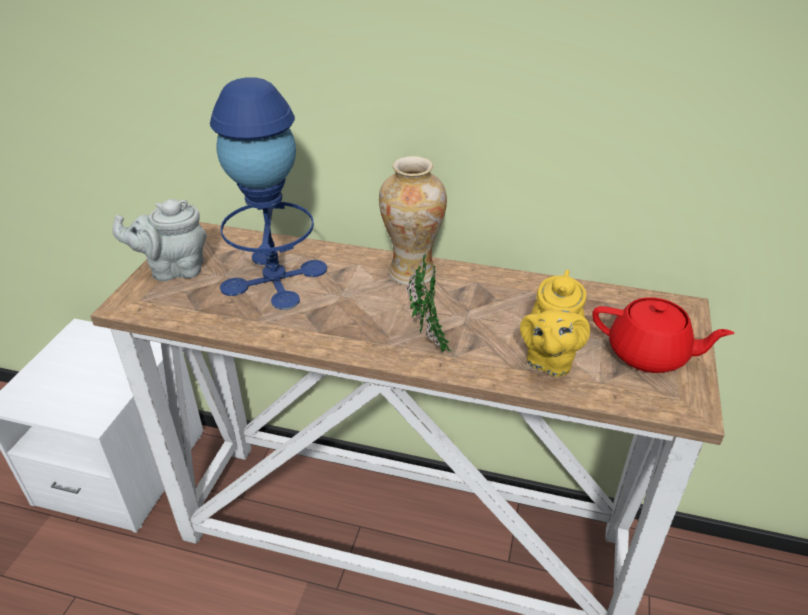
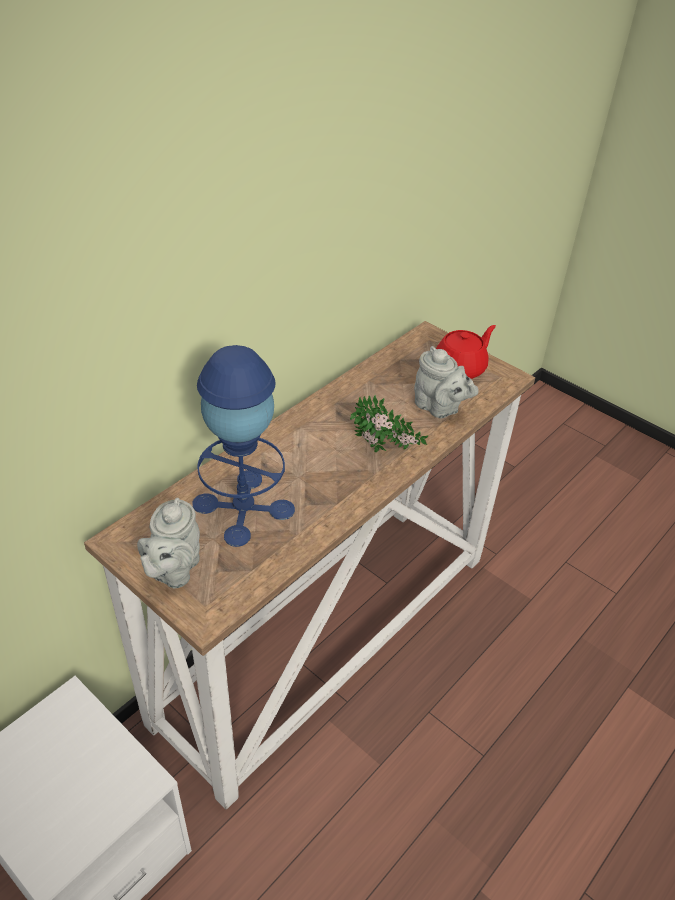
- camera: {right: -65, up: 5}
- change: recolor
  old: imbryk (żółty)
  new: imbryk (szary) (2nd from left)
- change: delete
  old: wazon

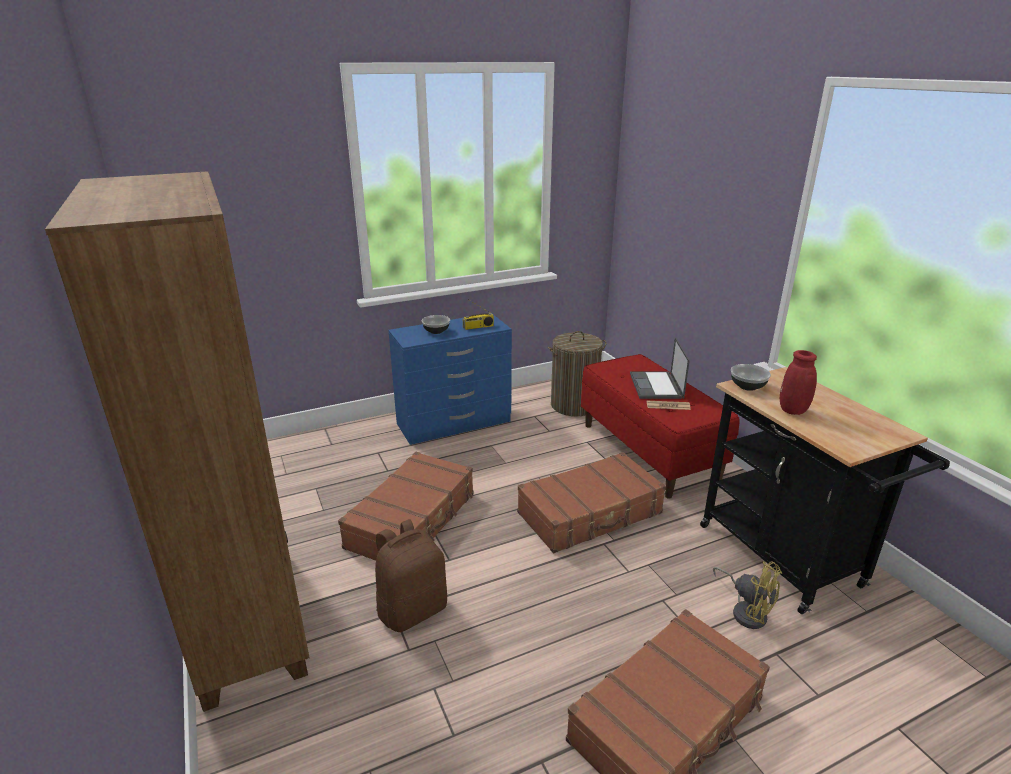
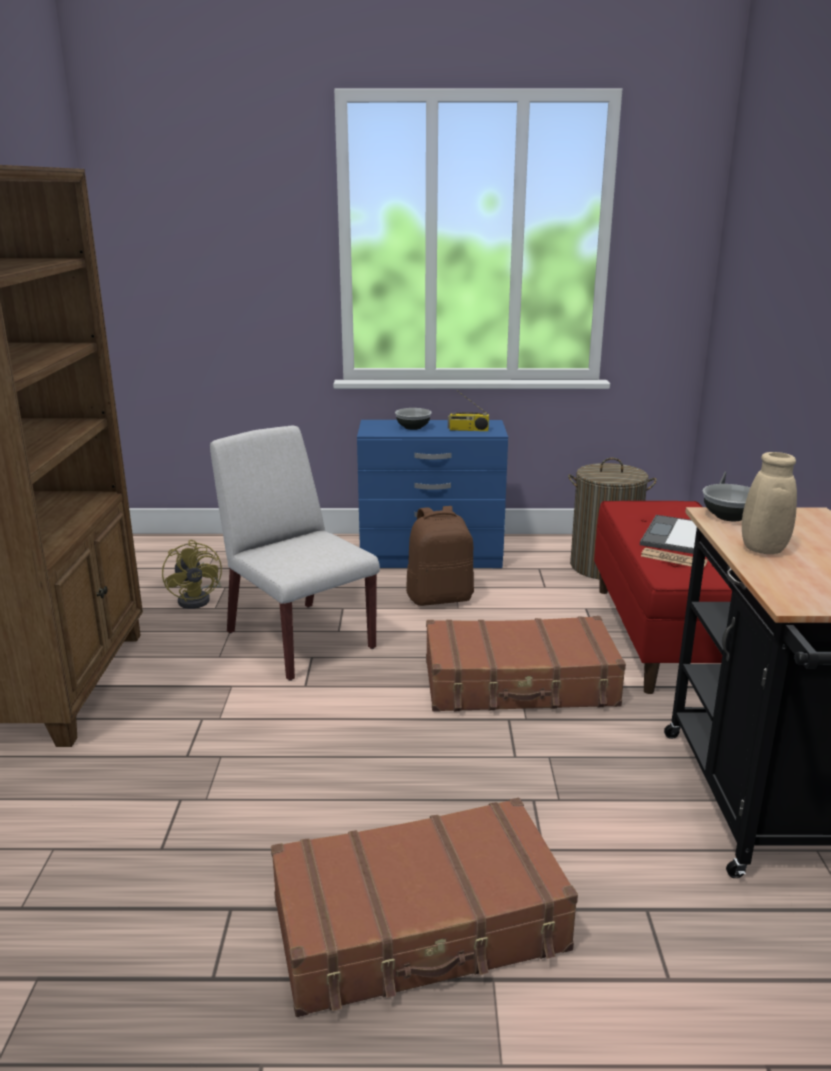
- camera: {right: 25, up: -5}
- change: move
  old: wentylator (żółty)
- change: replace
  old: walizka (brązowy) (1st from left)
  new: krzesło (biały)
- change: move
  old: plecak (brązowy)
- change: recolor
  old: wazon (czerwony)
  new: wazon (beżowy)

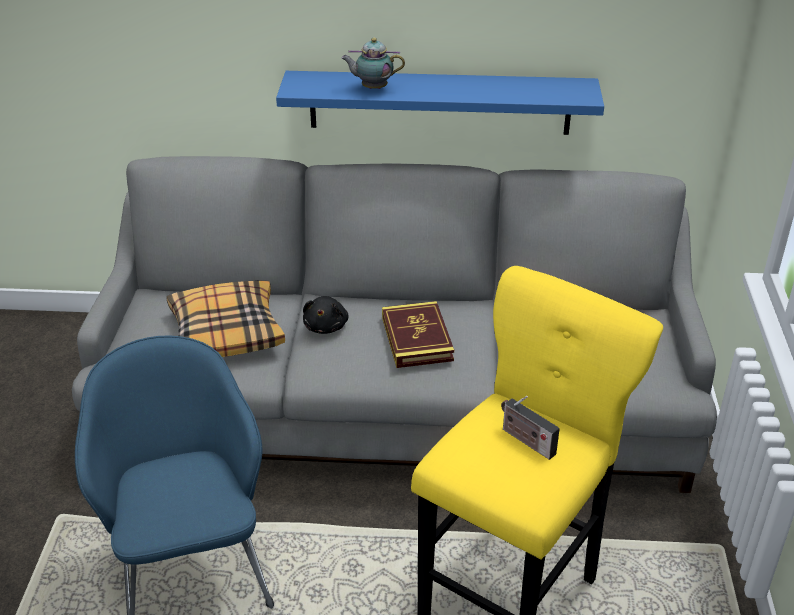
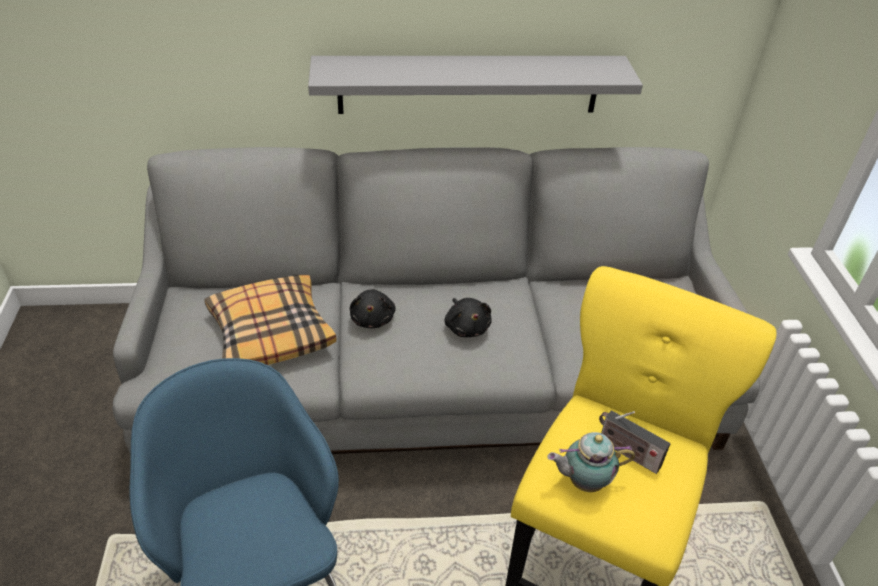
- camera: {right: -10, up: 5}
- change: recolor
  old: półka (niebieski)
  new: półka (szary)
- change: replace
  old: książka
  new: pluszak (czarny) (2nd from left)
- change: move
  old: imbryk

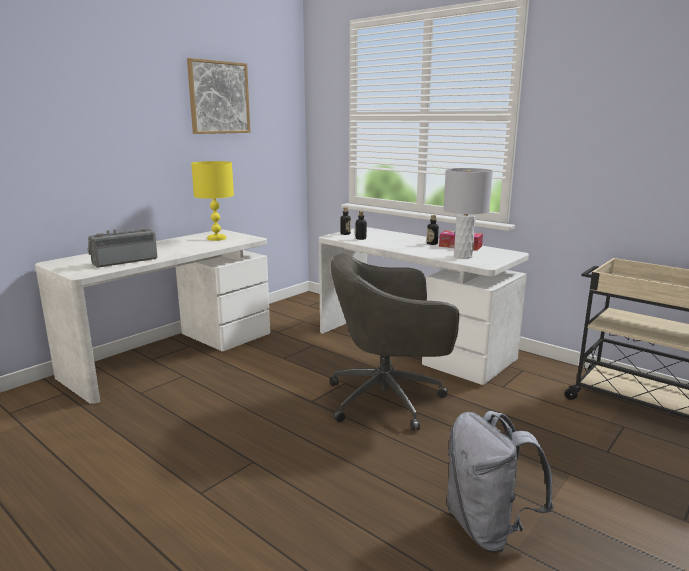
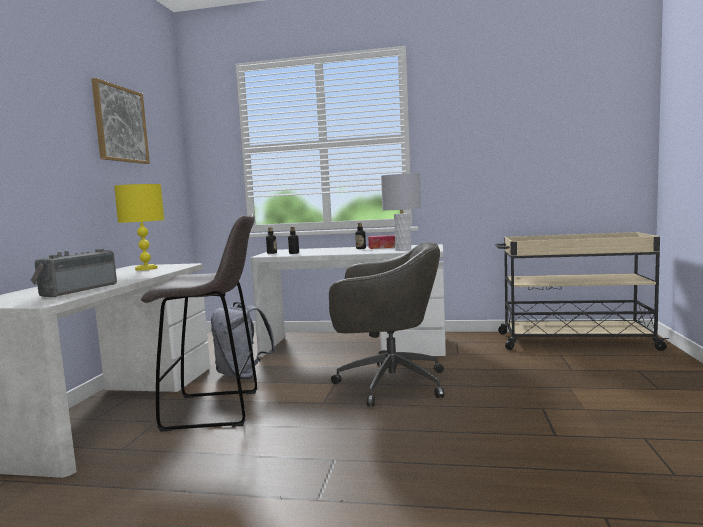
- camera: {right: -30, up: -10}
- change: insert
  new: stołek (szary)
- change: move
  old: plecak (szary)
- change: rotate
  old: krzesło biurowe (szary)
  degrees: -135

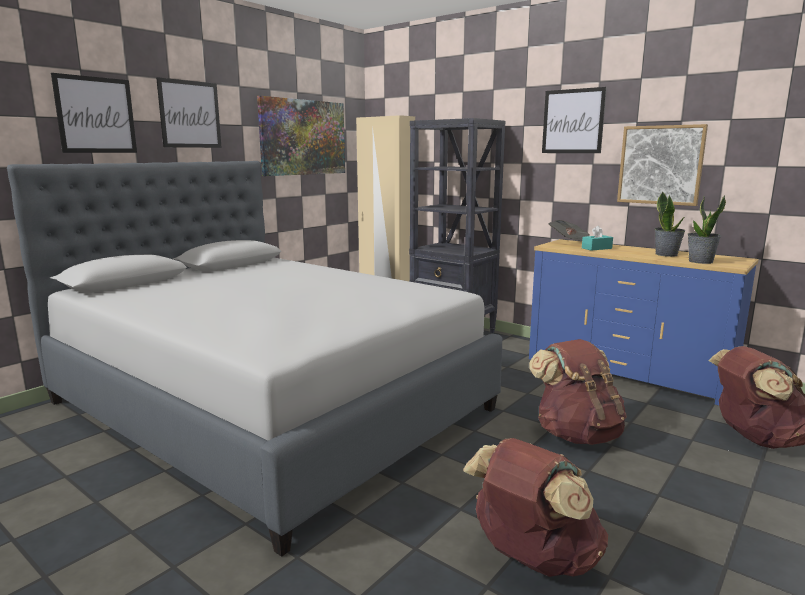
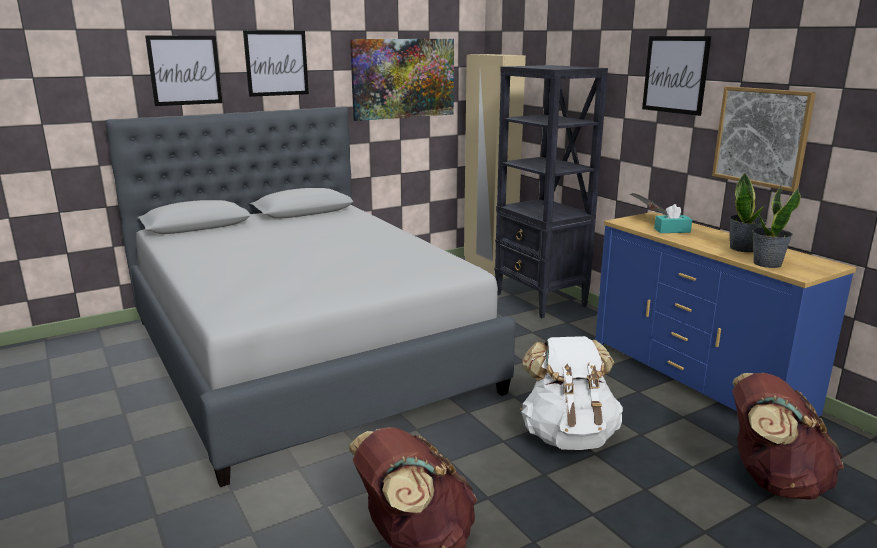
- camera: {right: 20, up: 5}
- change: recolor
  old: plecak (brązowy) (2nd from left)
  new: plecak (biały)

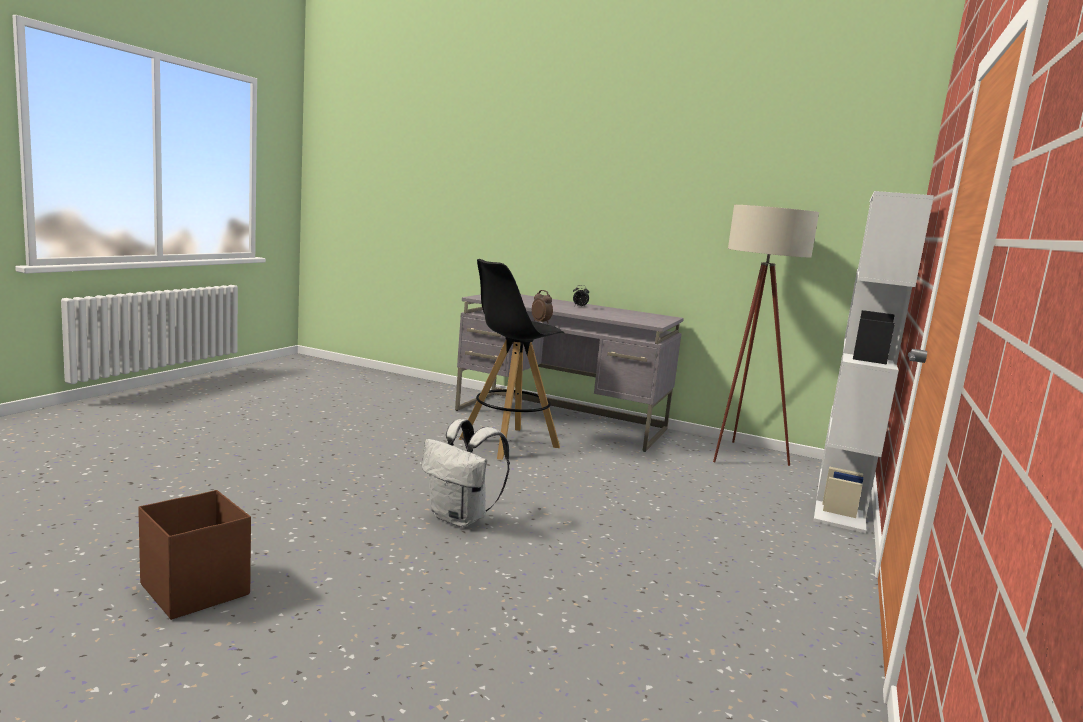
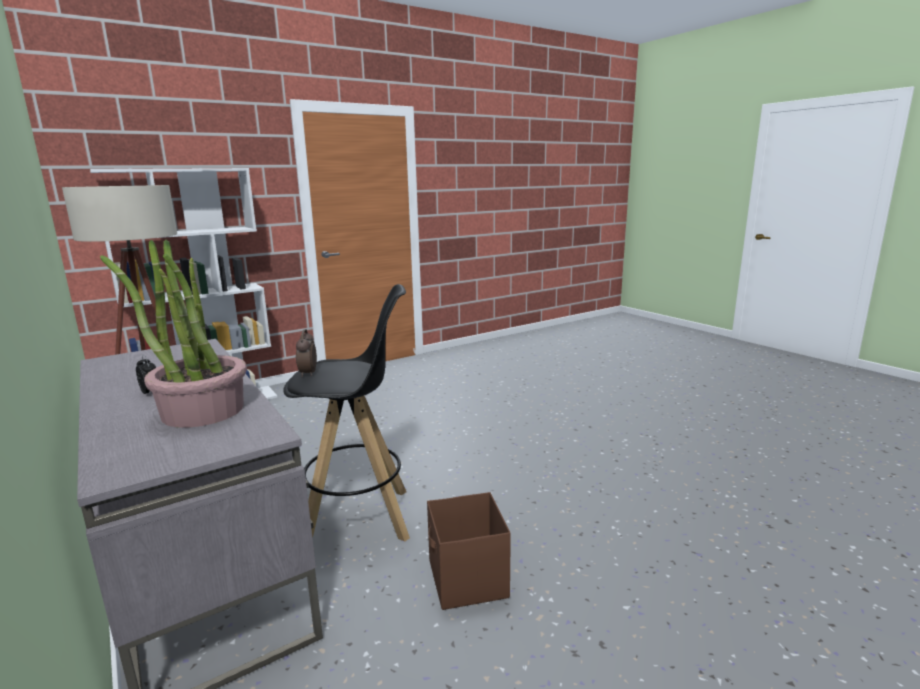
- camera: {right: -145, up: 5}
- change: insert
  new: roślina doniczkowa
- change: move
  old: pojemnik do przechowywania (brązowy)
- change: delete
  old: plecak (biały)

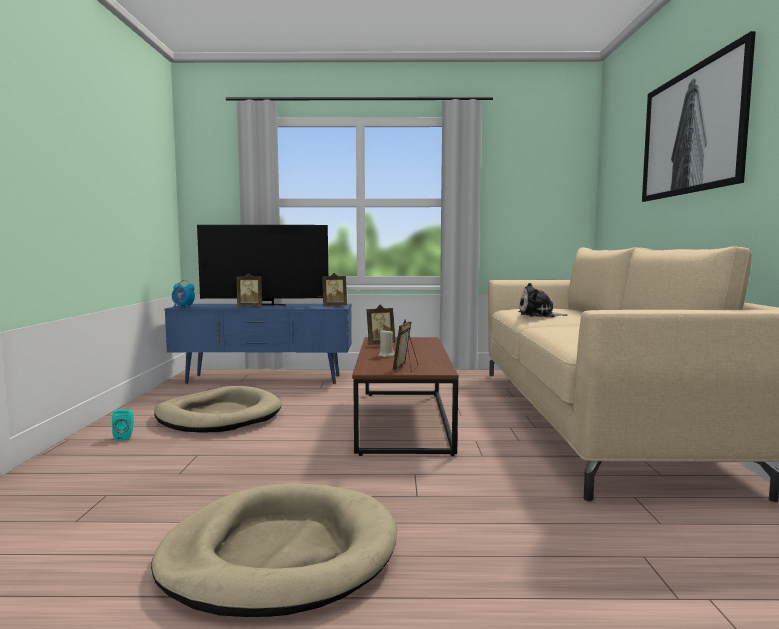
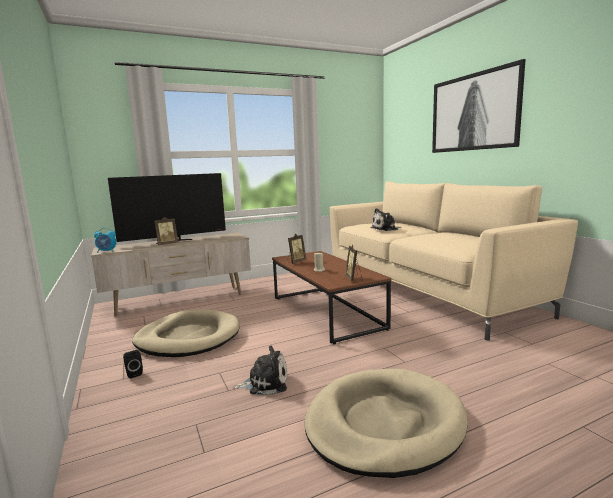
- camera: {right: -25, up: 5}
- change: recolor
  old: szafka pod telewizor (niebieski)
  new: szafka pod telewizor (beżowy)
- change: recolor
  old: głośnik (turkusowy)
  new: głośnik (czarny)
- change: insert
  new: pluszak (1st from left)
- change: delete
  old: ramka na zdjęcie (2nd from left)

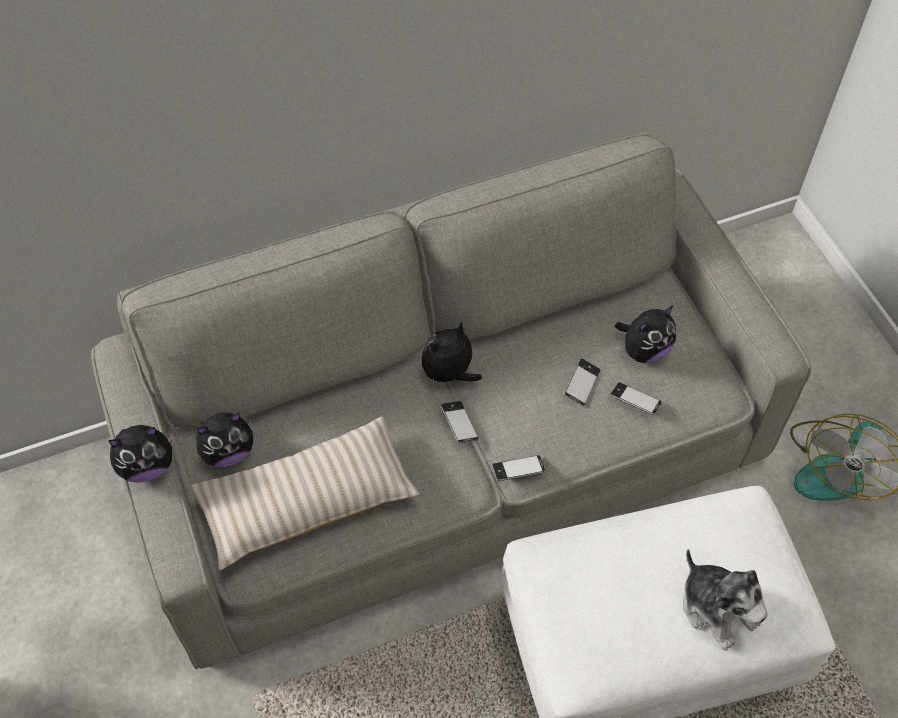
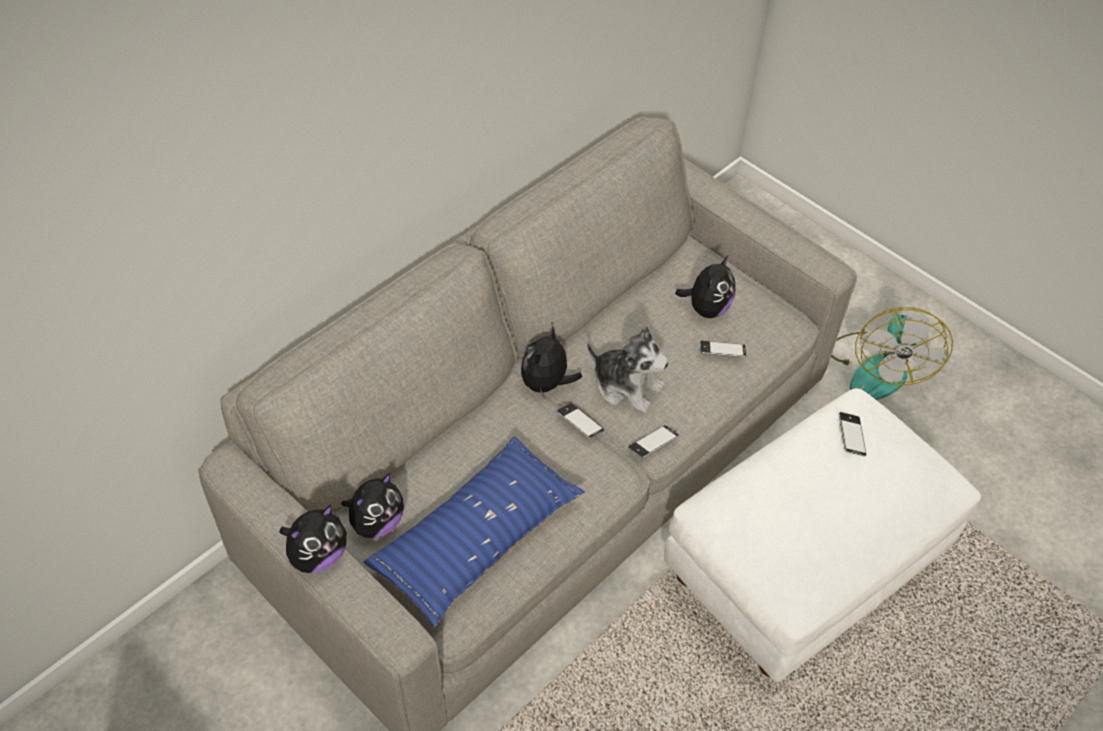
- camera: {right: -25, up: -5}
- change: recolor
  old: poduszka (beżowy)
  new: poduszka (niebieski)
- change: move
  old: pluszak (5th from left in the first image)
  new: pluszak (4th from left)
- change: move
  old: telefon (3rd from left in the first image)
  new: telefon (4th from left)

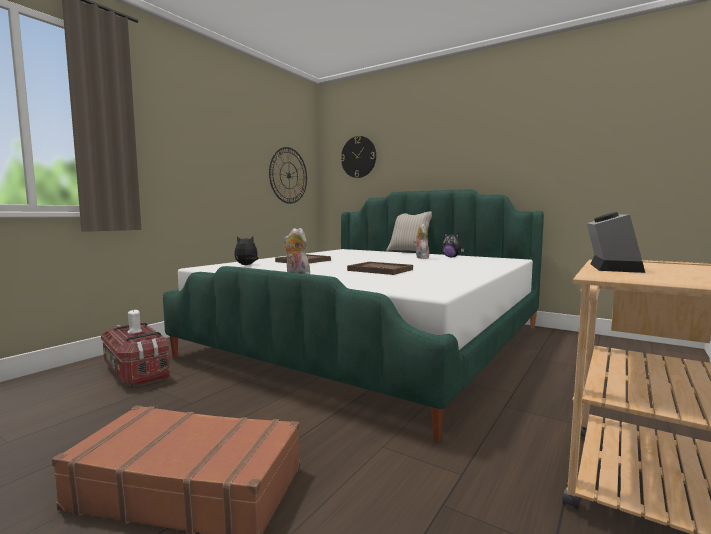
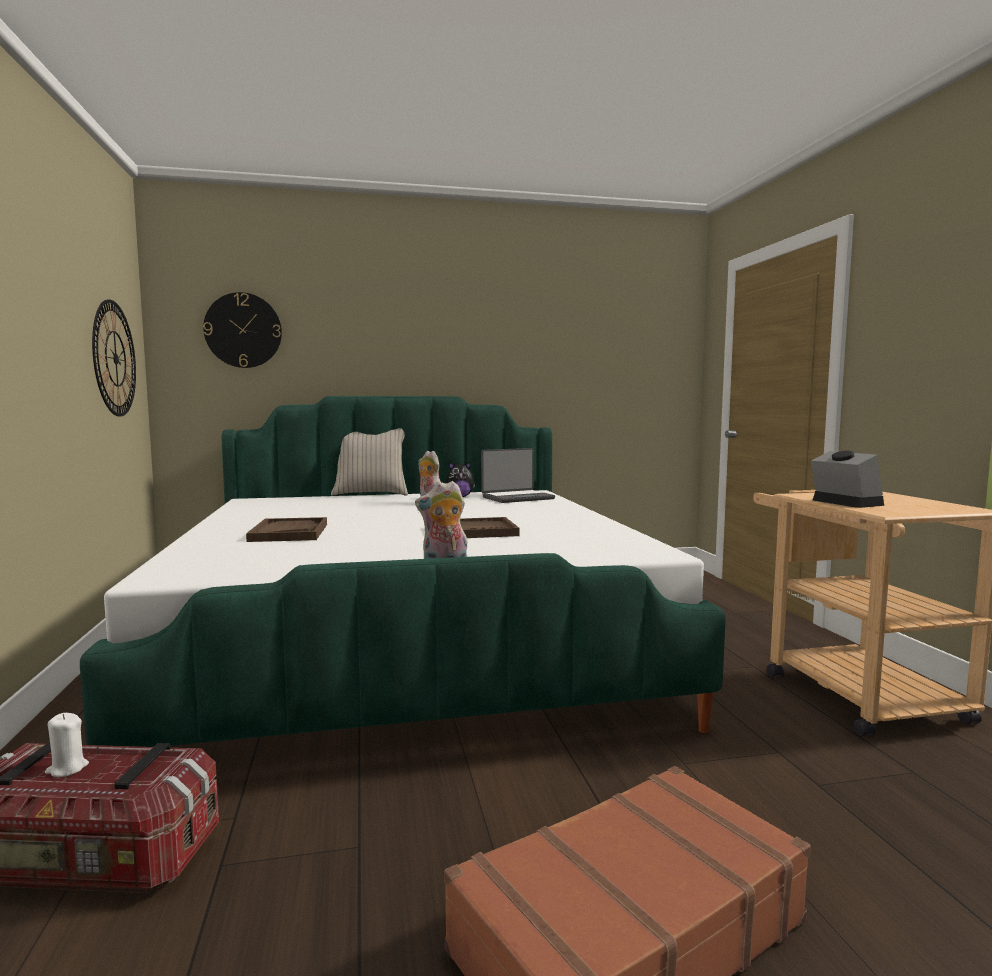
- camera: {right: -45, up: 0}
- change: insert
  new: laptop
- change: delete
  old: pluszak (1st from left)

